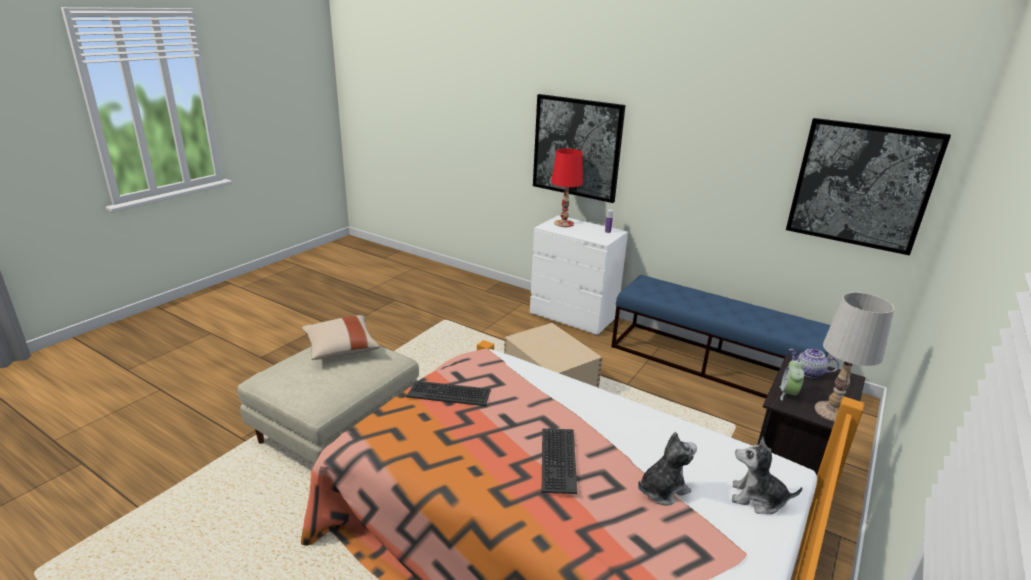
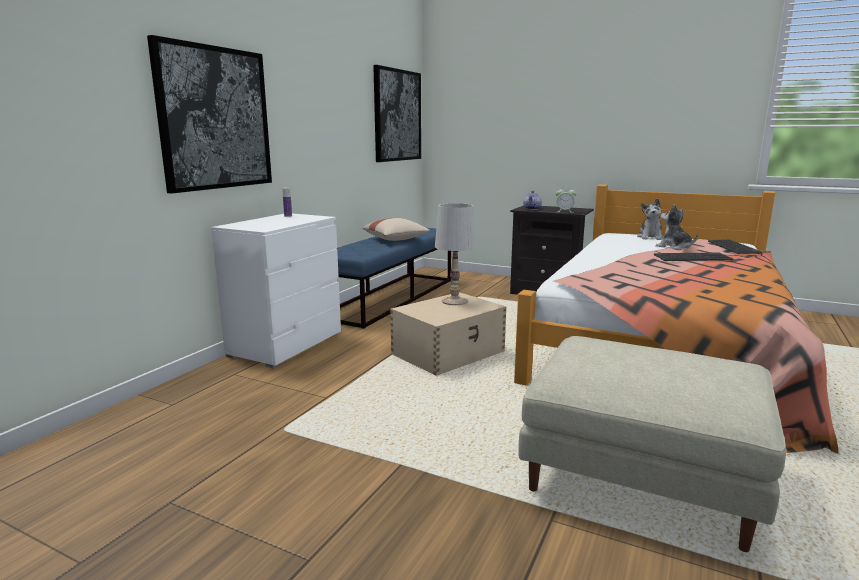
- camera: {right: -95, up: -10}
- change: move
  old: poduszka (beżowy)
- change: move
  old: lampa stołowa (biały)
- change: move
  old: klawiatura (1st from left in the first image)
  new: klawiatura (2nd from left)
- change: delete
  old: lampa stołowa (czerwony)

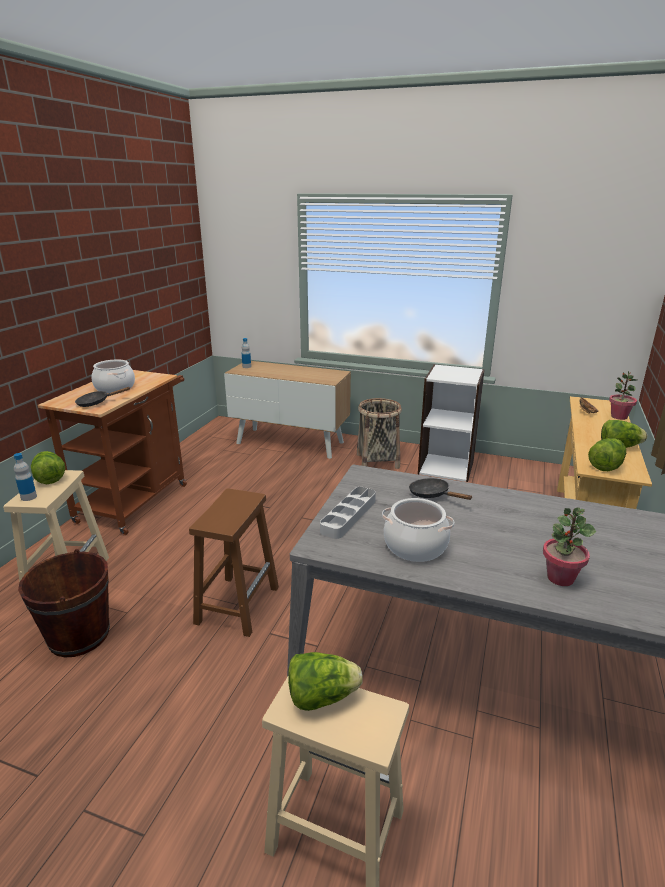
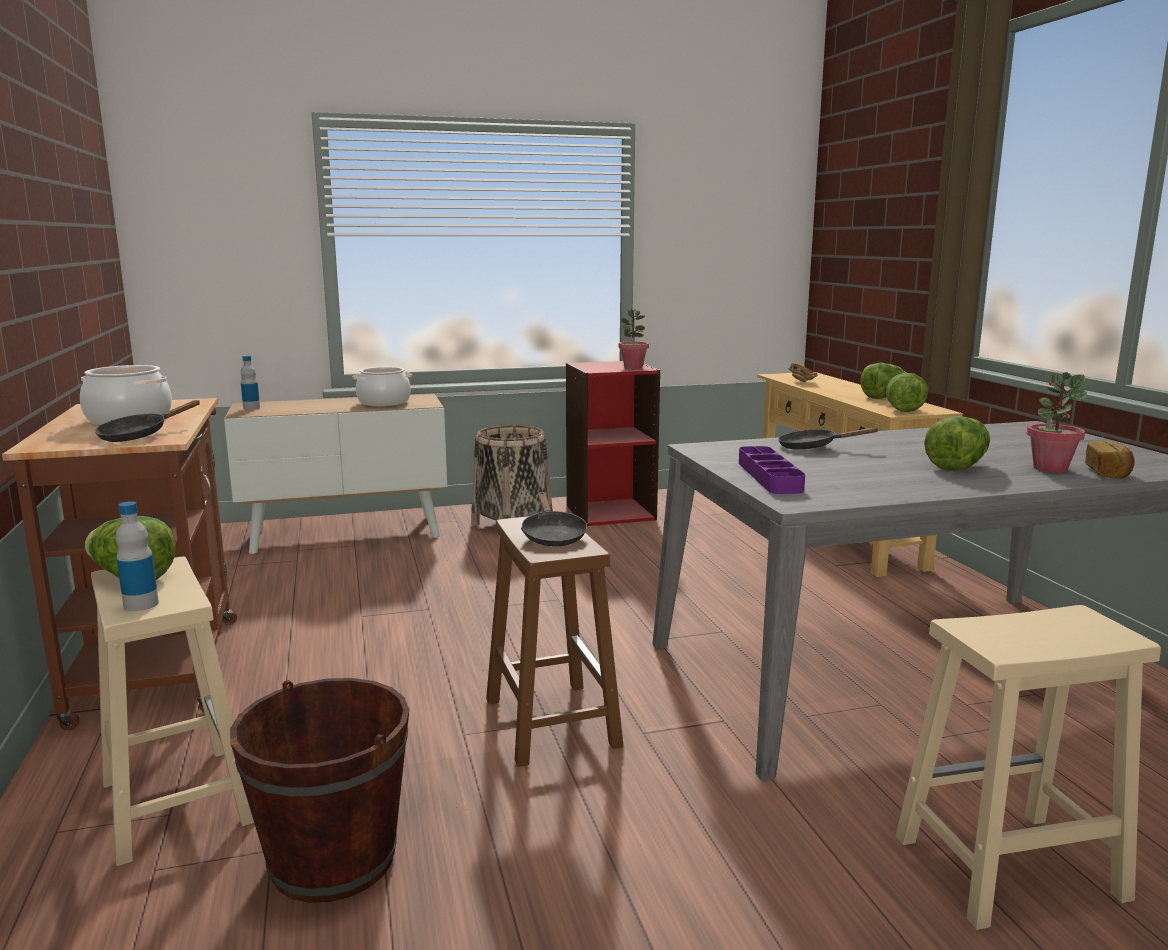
- camera: {right: -35, up: -10}
- change: move
  old: garnek (2nd from left)
- change: insert
  new: patelnia (czarny) (2nd from left)
- change: recolor
  old: regał (biały)
  new: regał (czerwony)
- change: move
  old: roślina doniczkowa (2nd from left in the first image)
  new: roślina doniczkowa (1st from left)
- change: recolor
  old: taca (szary)
  new: taca (fioletowy)
- change: move
  old: sałata (2nd from left in the first image)
  new: sałata (4th from left)
- change: insert
  new: chleb

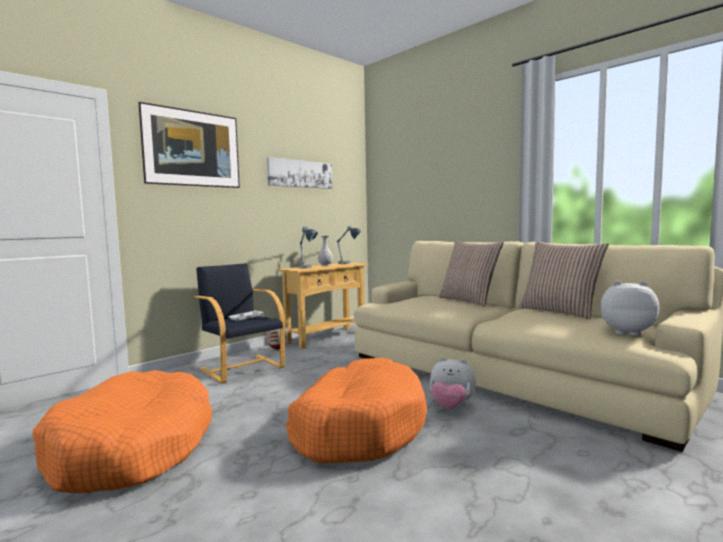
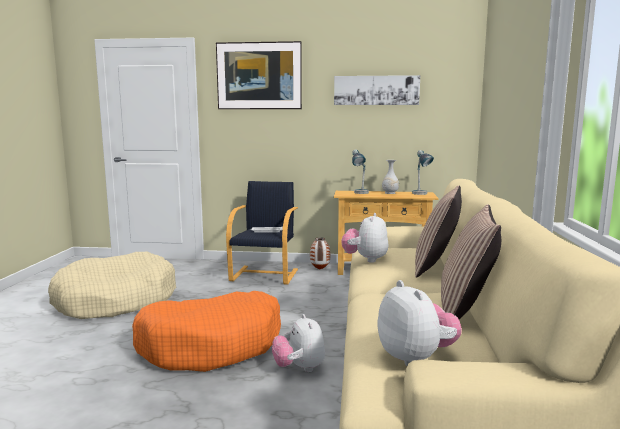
- camera: {right: 50, up: 5}
- change: recolor
  old: legowisko (pomarańczowy) (1st from left)
  new: legowisko (beżowy)
- change: insert
  new: pluszak (2nd from left)

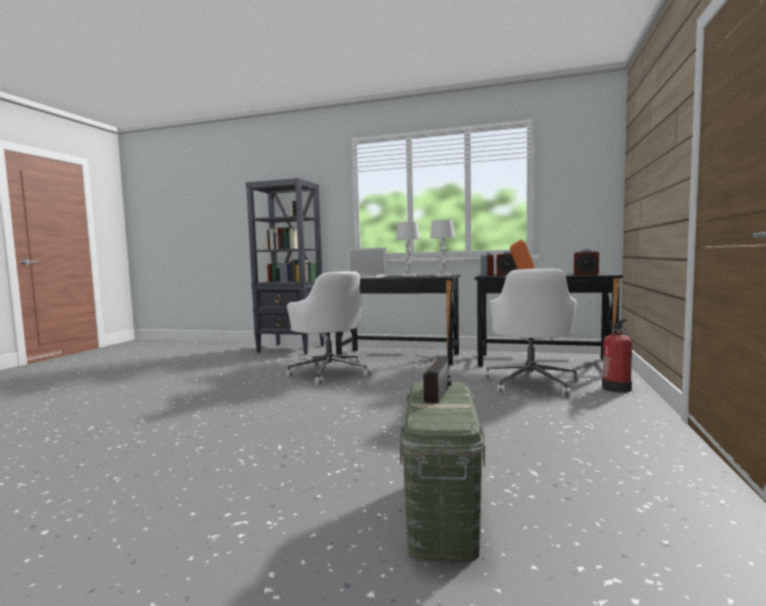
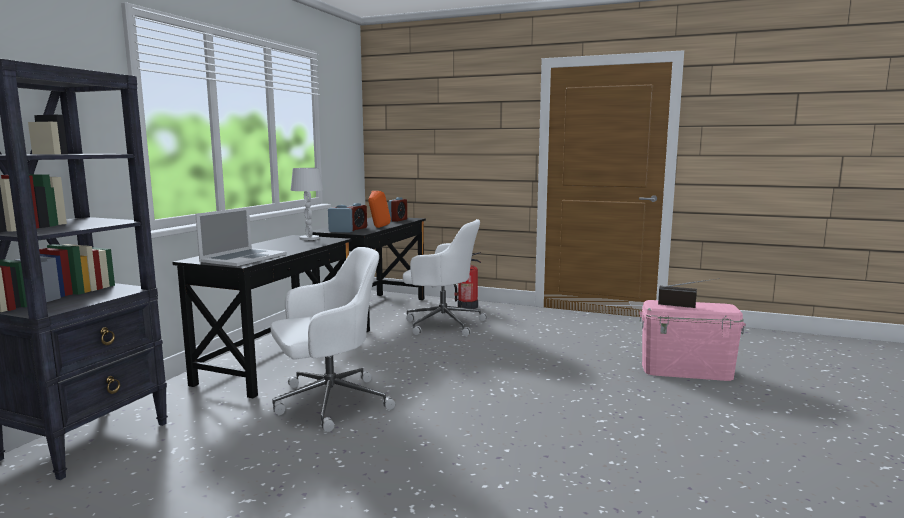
- camera: {right: -85, up: 5}
- change: recolor
  old: pojemnik do przechowywania (zielony)
  new: pojemnik do przechowywania (różowy)
- change: delete
  old: lampa stołowa (biały) (1st from left)

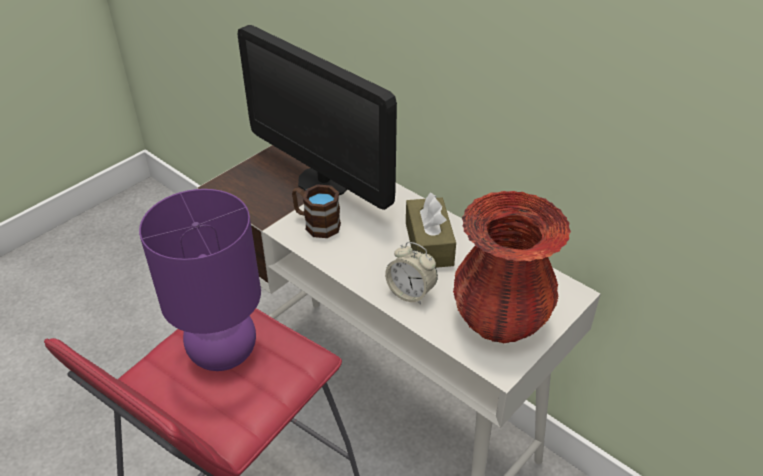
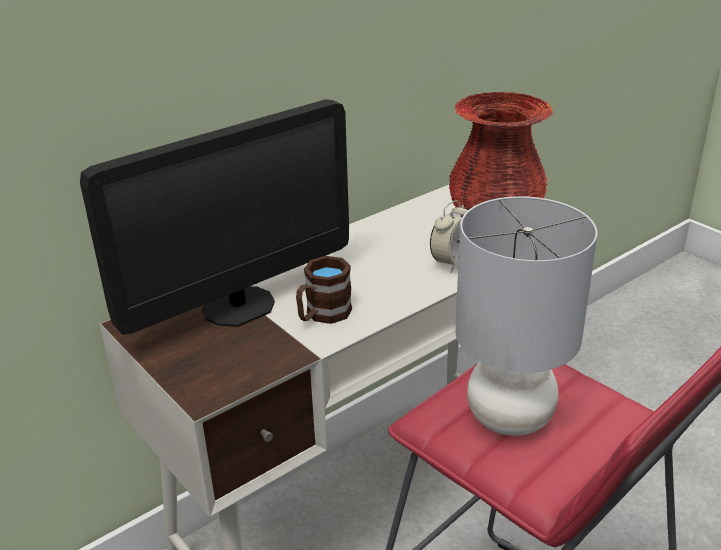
- camera: {right: -80, up: -10}
- change: recolor
  old: lampa stołowa (fioletowy)
  new: lampa stołowa (szary)
- change: delete
  old: pudełko chusteczek (brązowy)

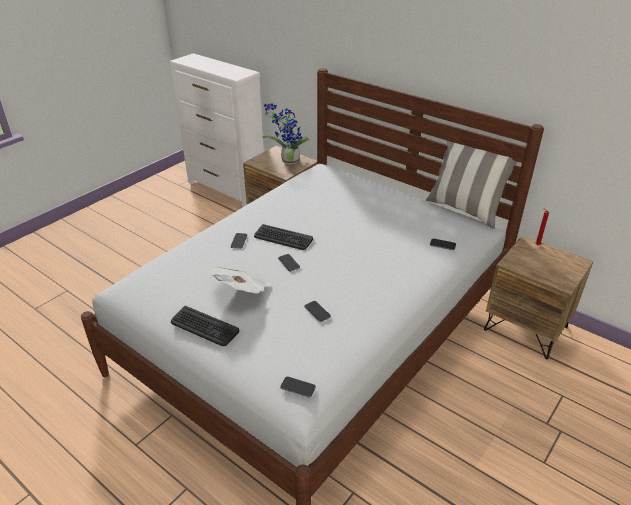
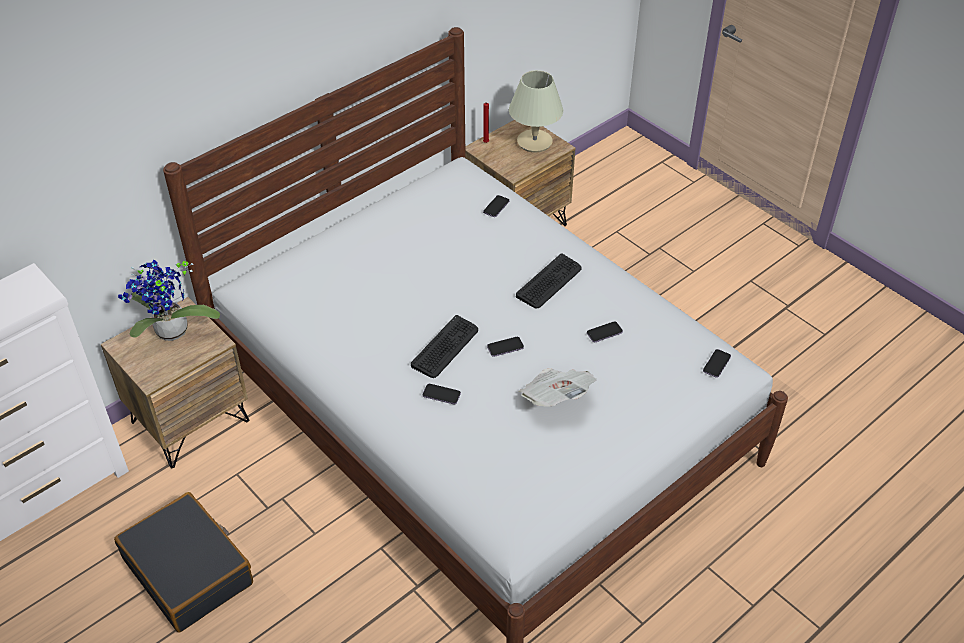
- camera: {right: -80, up: 10}
- change: insert
  new: walizka (czarny)
- change: insert
  new: lampa stołowa (beżowy)
- change: move
  old: klawiatura (1st from left in the first image)
  new: klawiatura (2nd from left)
- change: delete
  old: poduszka

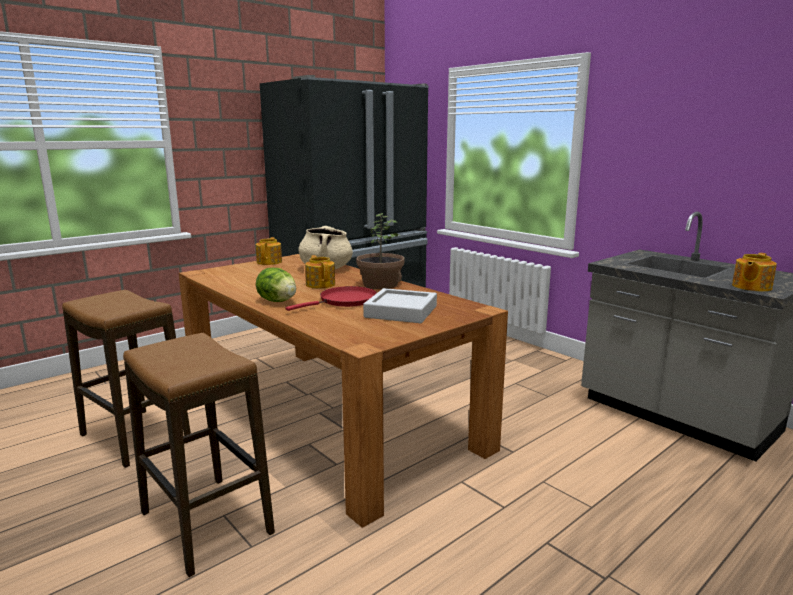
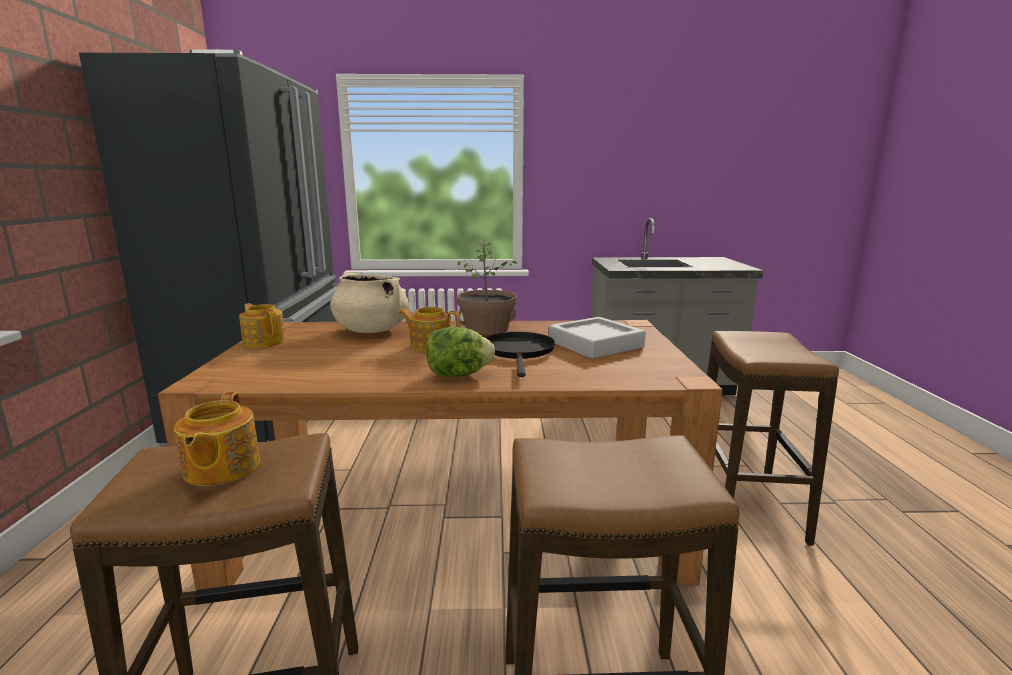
- camera: {right: -50, up: 0}
- change: move
  old: imbryk (3rd from left in the first image)
  new: imbryk (1st from left)
- change: recolor
  old: patelnia (czerwony)
  new: patelnia (czarny)
- change: insert
  new: stołek (3rd from left)

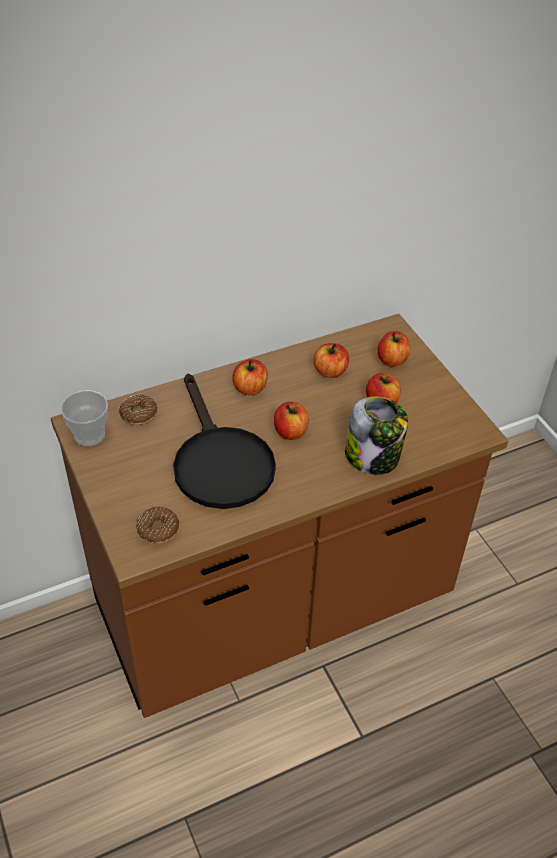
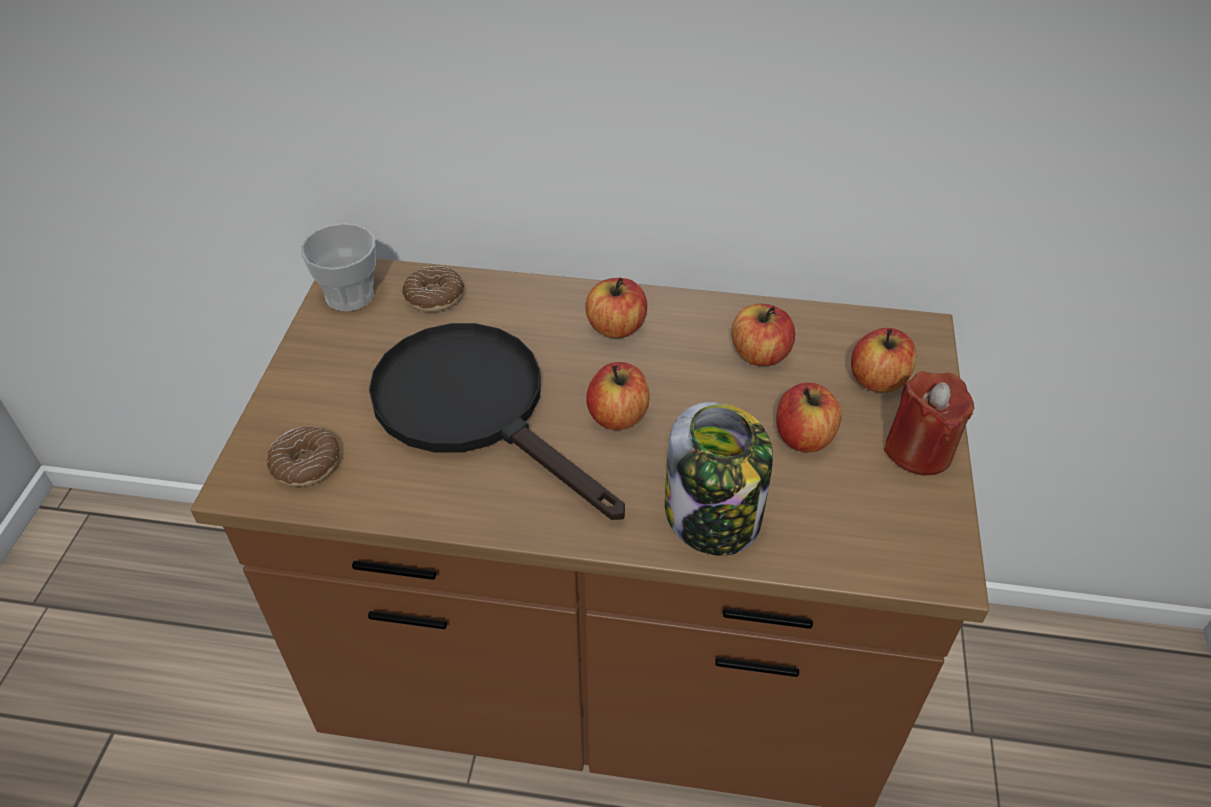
- camera: {right: 35, up: 0}
- change: rotate
  old: patelnia (czarny)
  degrees: 120
- change: insert
  new: świeca (czerwony)

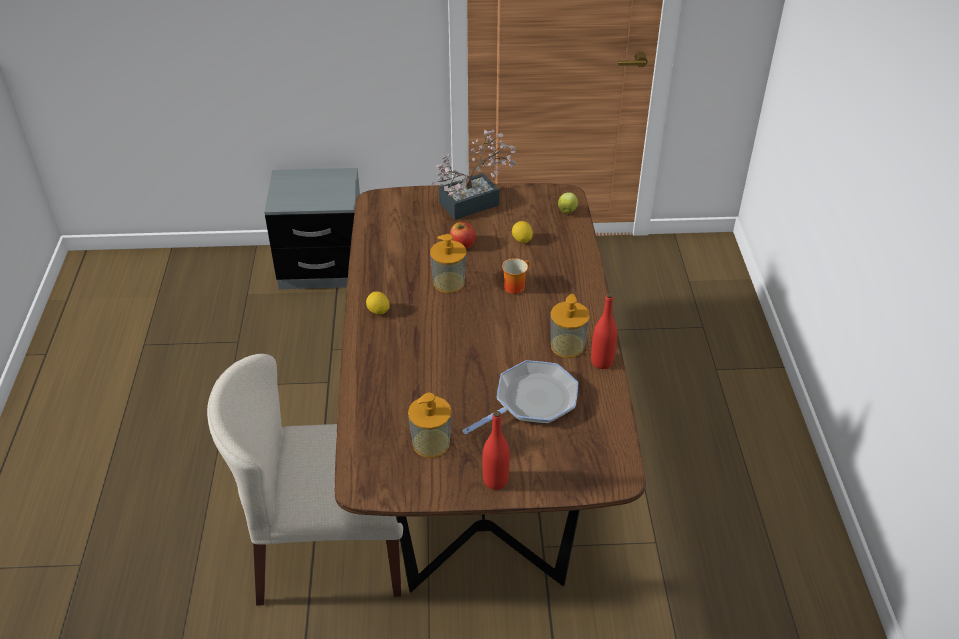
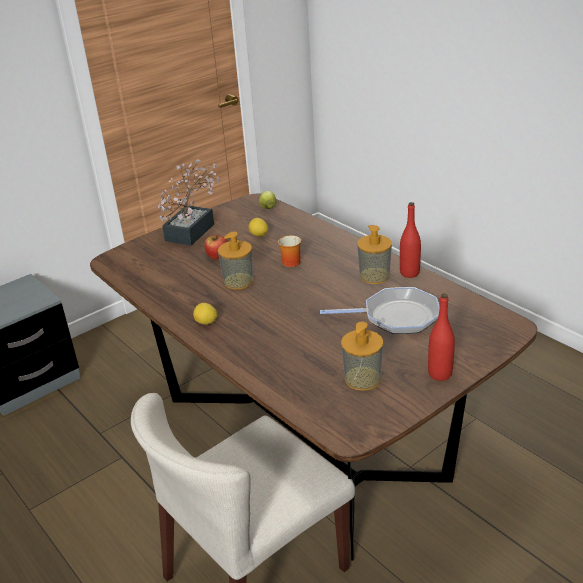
- camera: {right: -35, up: -10}
- change: rotate
  old: patelnia
  degrees: 75

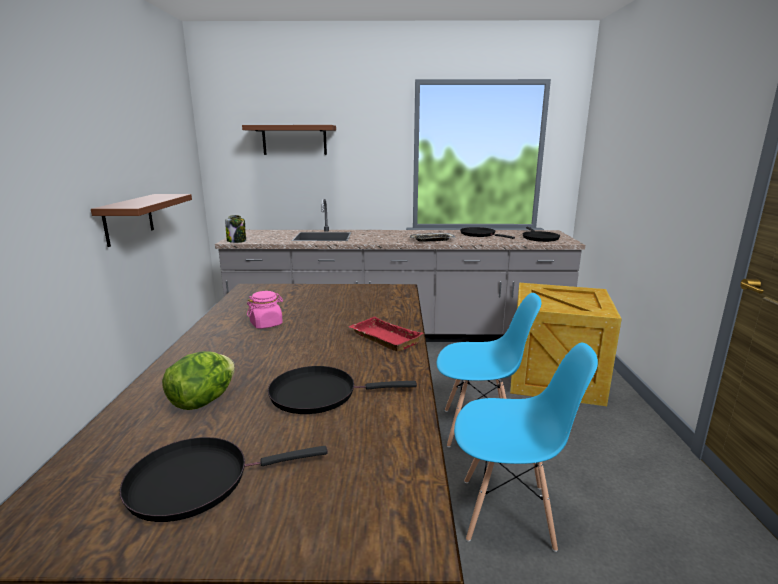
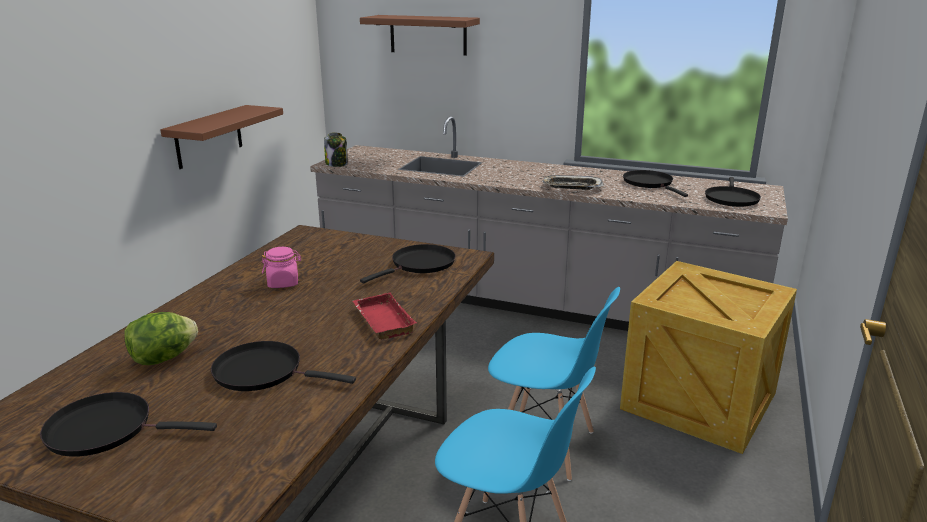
- camera: {right: 20, up: 5}
- change: insert
  new: patelnia (czarny) (3rd from left)

